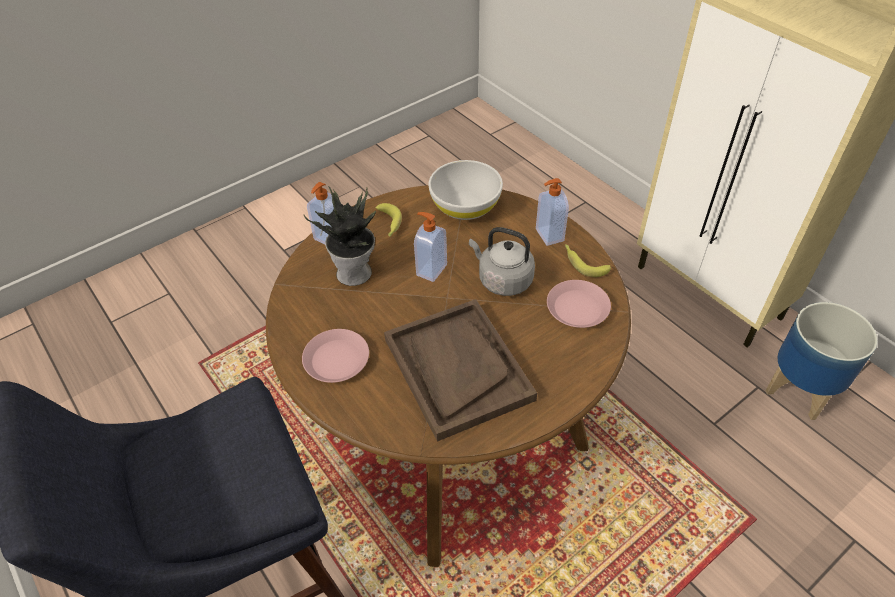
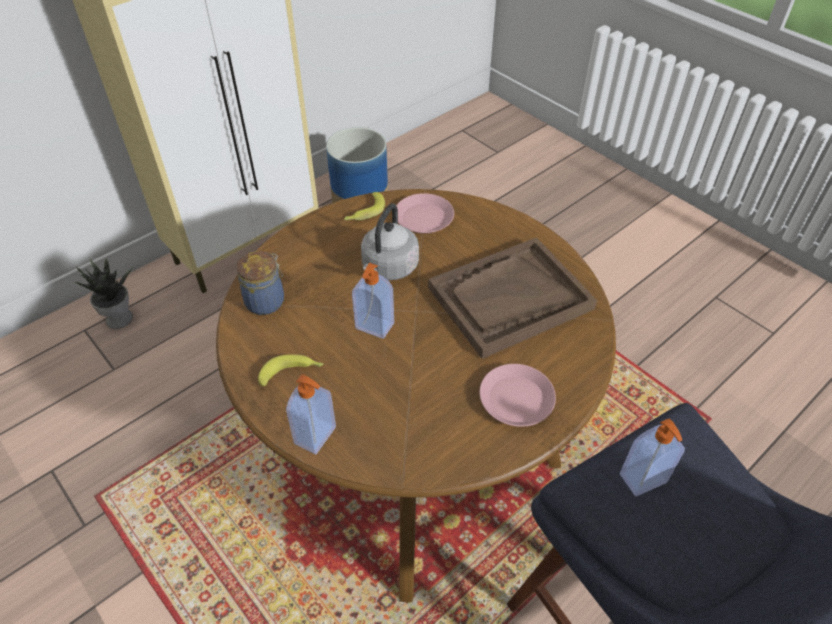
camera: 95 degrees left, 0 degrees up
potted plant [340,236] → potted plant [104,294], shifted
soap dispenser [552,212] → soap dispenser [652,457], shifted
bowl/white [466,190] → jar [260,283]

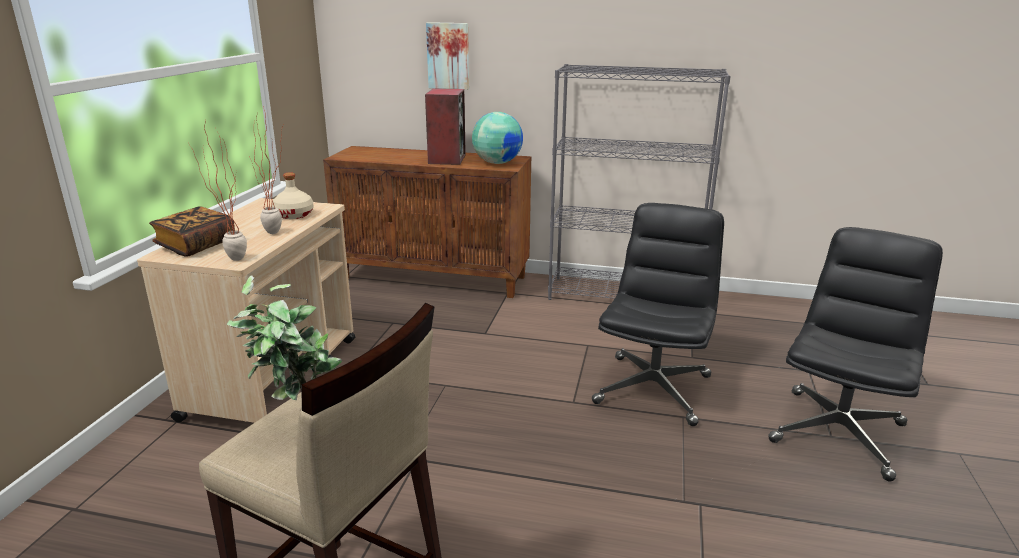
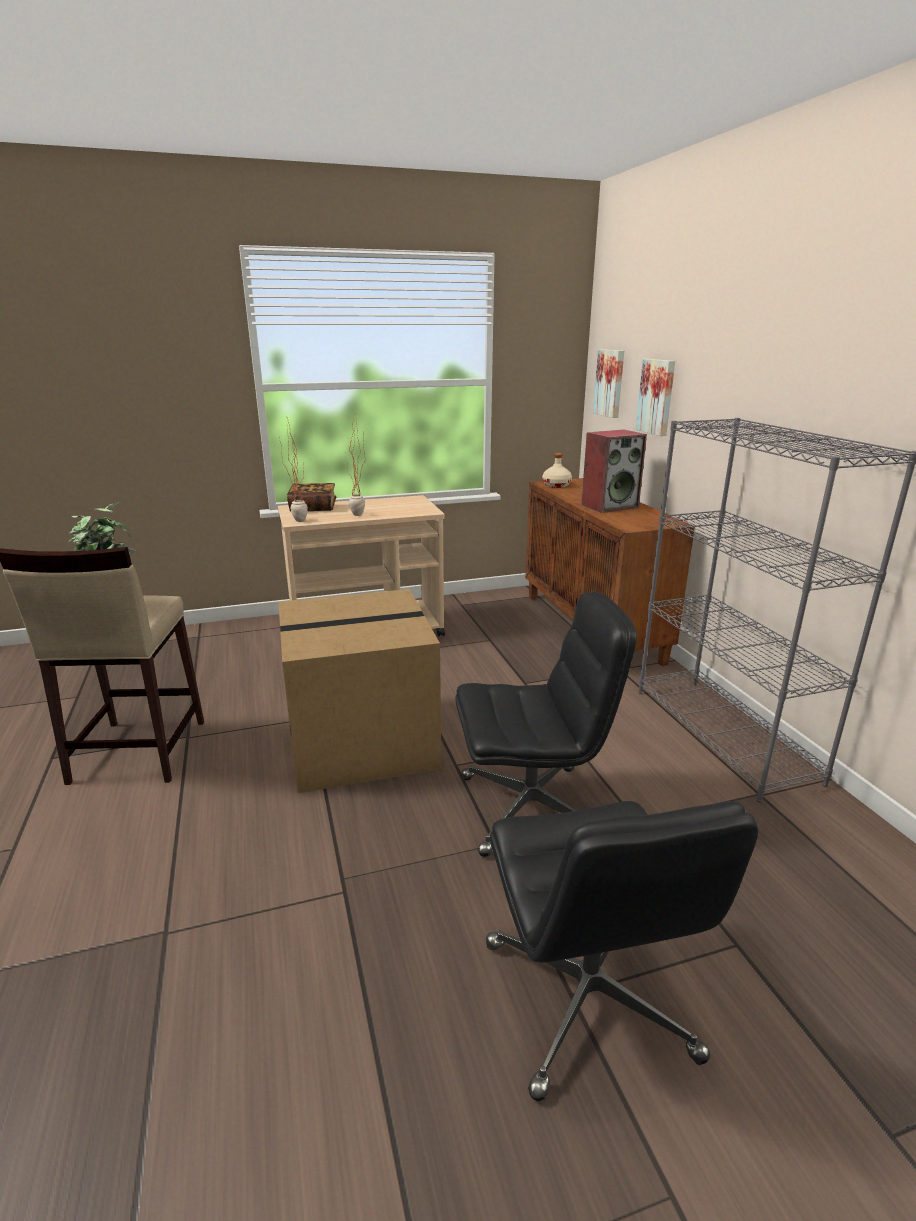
camera: 60 degrees right, 0 degrees up
globe [497,138] → -
- → cardboard box [360,691]
- → picture [608,383]
bottle/beige [293,195] → bottle/beige [557,470], shifted
office chair/black [855,354] → office chair/black [622,951], 75 degrees clockwise

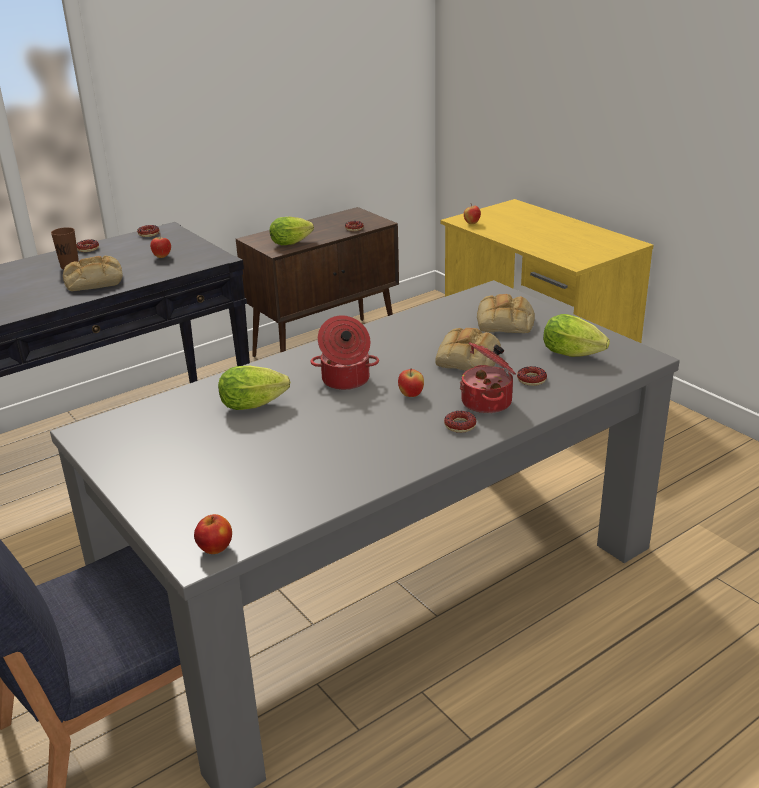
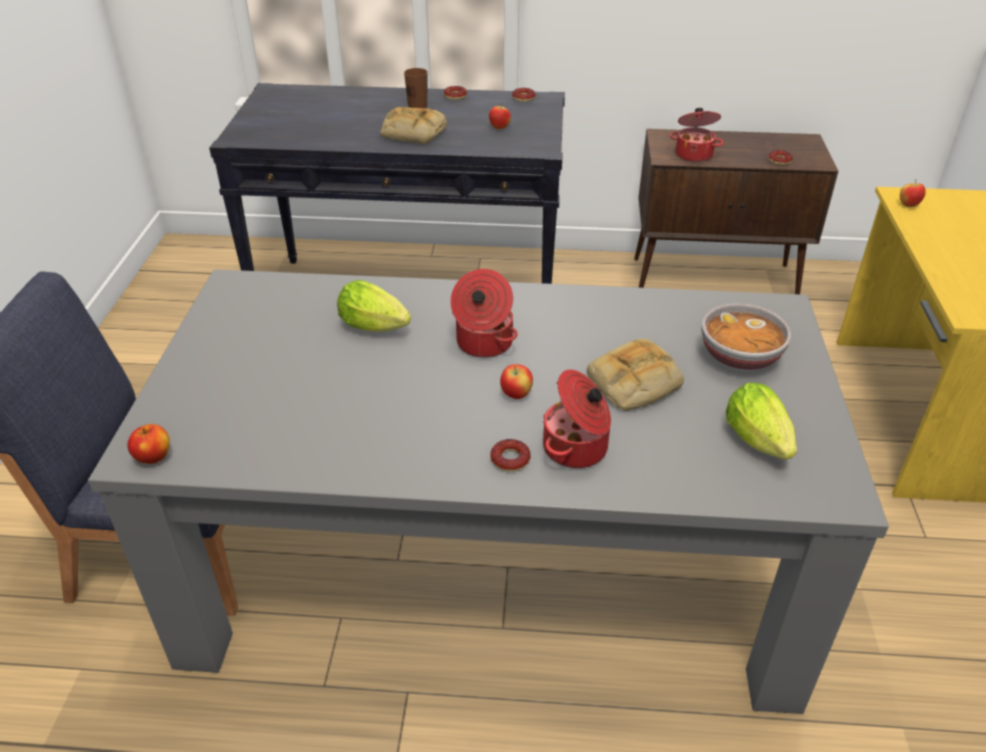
camera: 40 degrees right, 10 degrees up
donut [532,376] → -
lettuce [292,231] → cooking pot [697,135]
bread [506,313] → bowl [746,337]

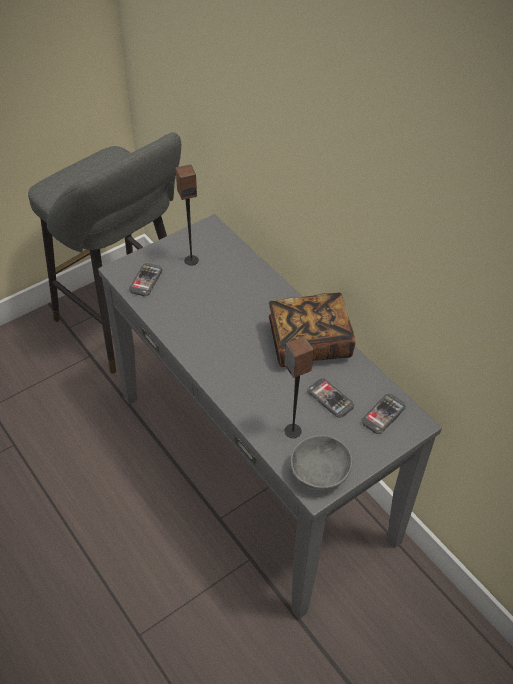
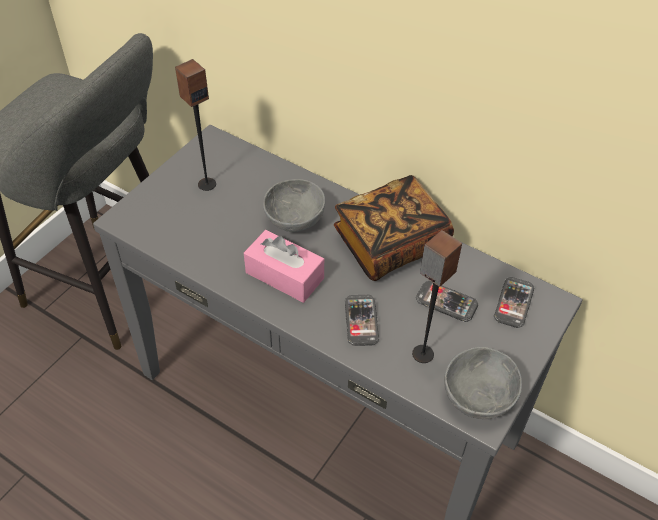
camera: 20 degrees left, 0 degrees up
- → tissue box/pink [284,266]
- → bowl/grey [294,205]
phone [146,279] → phone [362,320], shifted

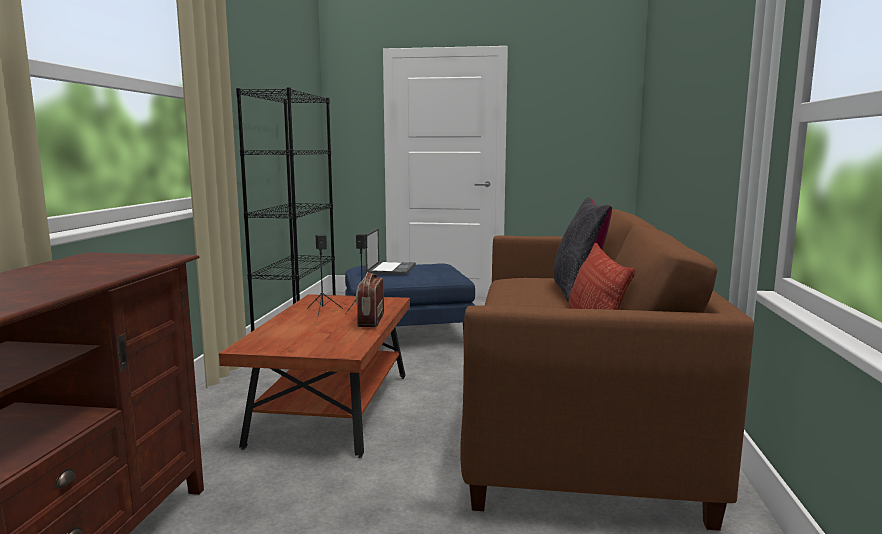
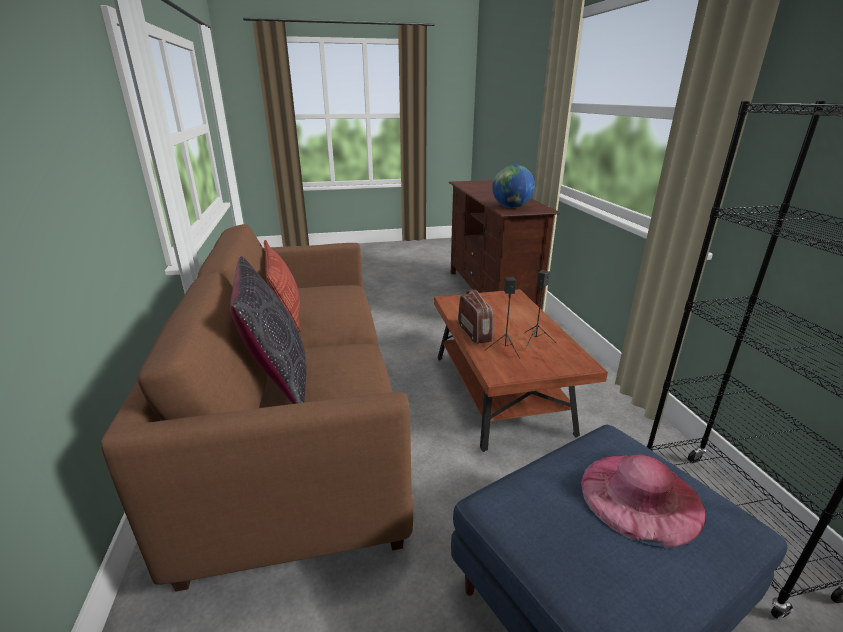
camera: 160 degrees right, 15 degrees up
- → globe [513,186]
laptop [390,251] → hat/pink [643,501]

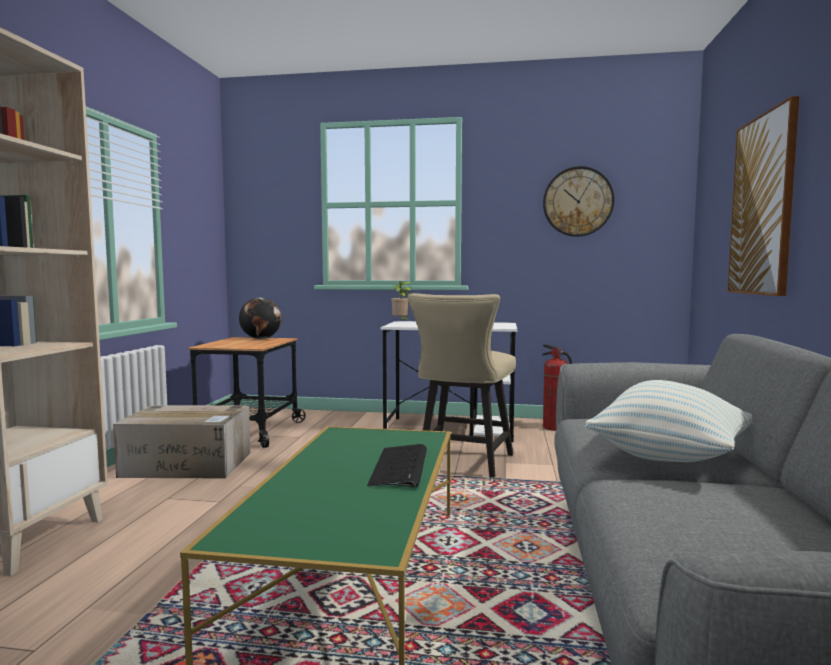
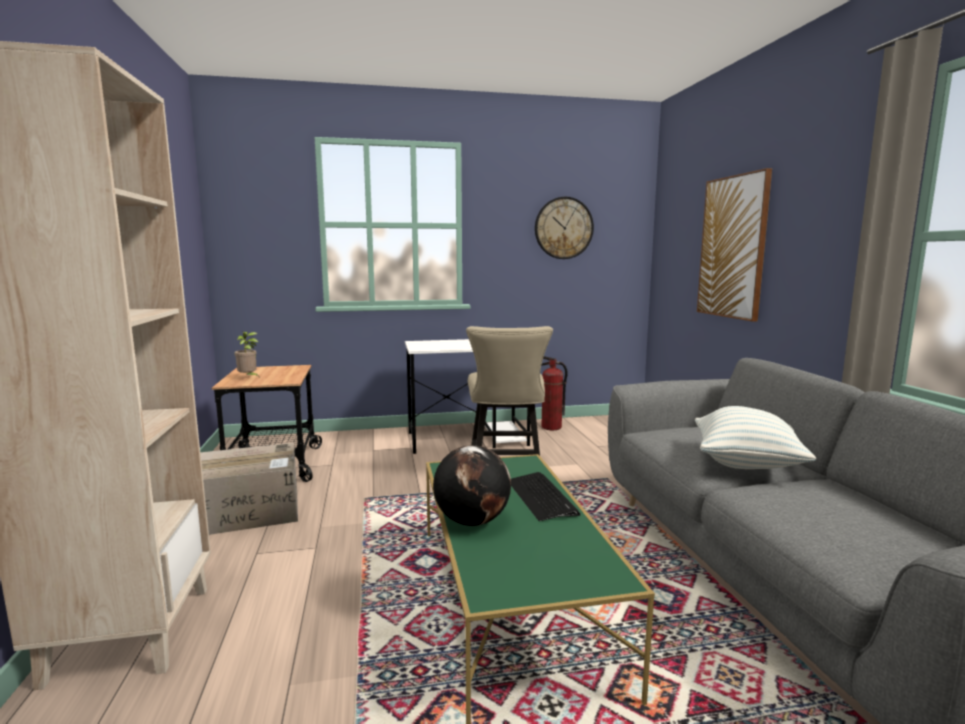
camera: 20 degrees left, 5 degrees up
globe [260,318] → globe [472,485], shifted
potted plant [401,300] → potted plant [247,355], shifted

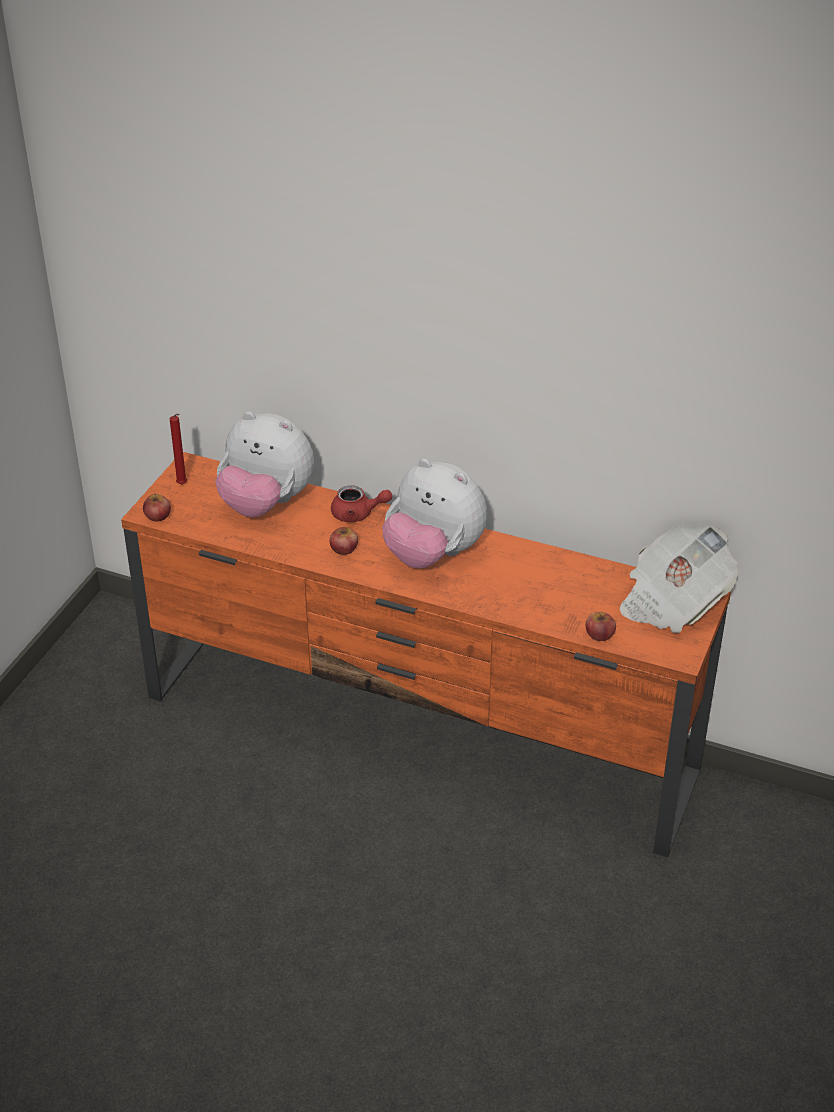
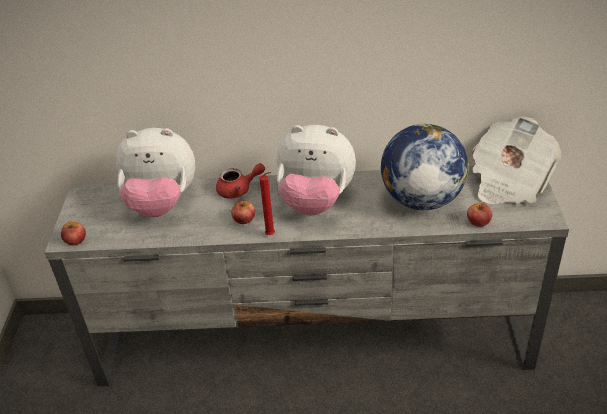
camera: 20 degrees left, 0 degrees up
- → globe [425,167]
candle/red [178,449] → candle/red [267,203], shifted
tv stand/orange [426,654] → tv stand/grey [306,276]

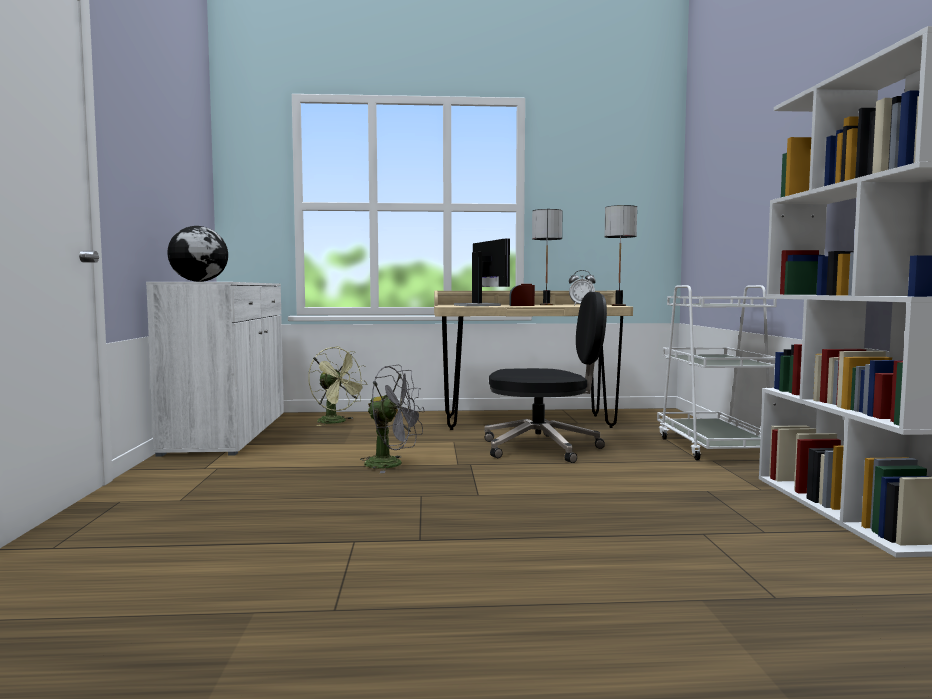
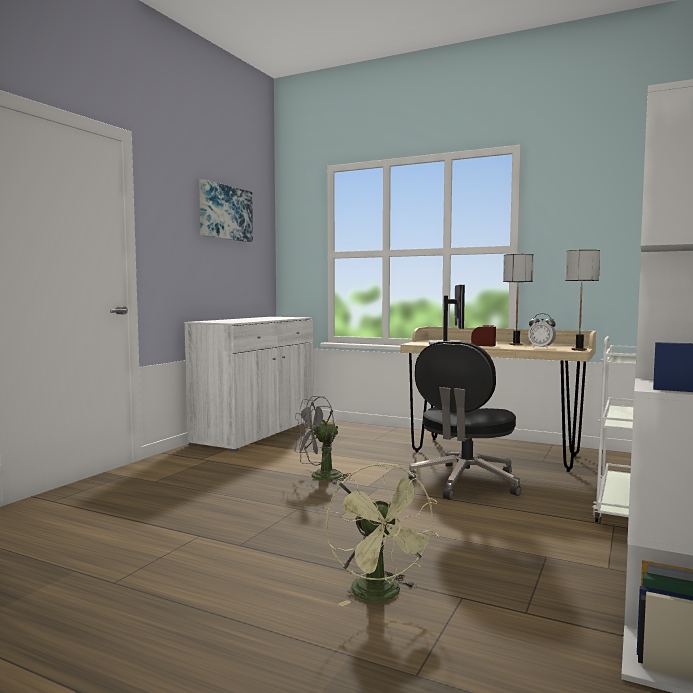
camera: 30 degrees right, 0 degrees up
globe [197,254] → -
- → picture [226,210]
fan/green [338,386] → fan/green [382,534], shifted
fan/grey [392,419] → fan/grey [321,440], 105 degrees clockwise
office chair/black [545,377] → office chair/black [464,420], 90 degrees clockwise

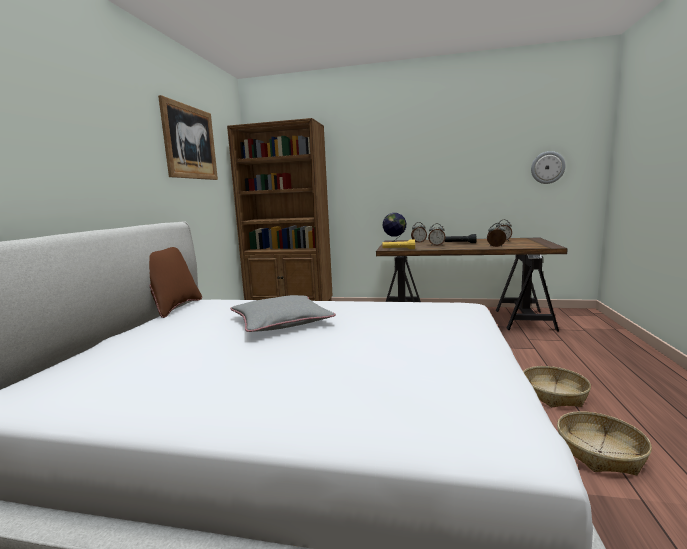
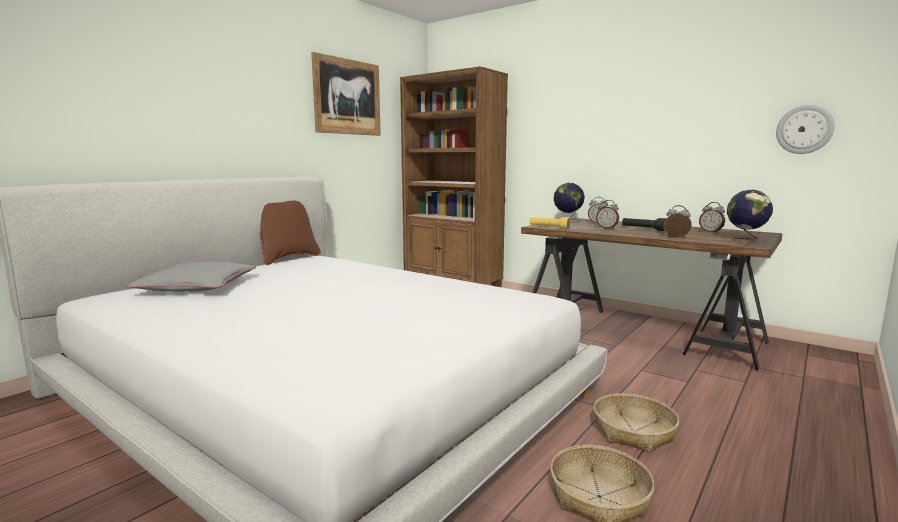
camera: 25 degrees right, 0 degrees up
- → globe [750,216]
pillow/grey [283,313] → pillow/grey [191,277], shifted

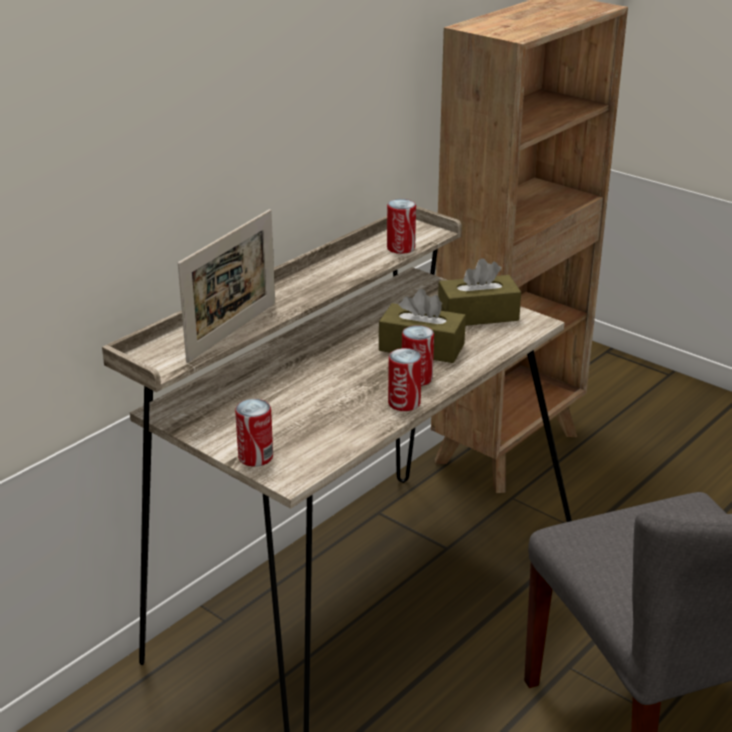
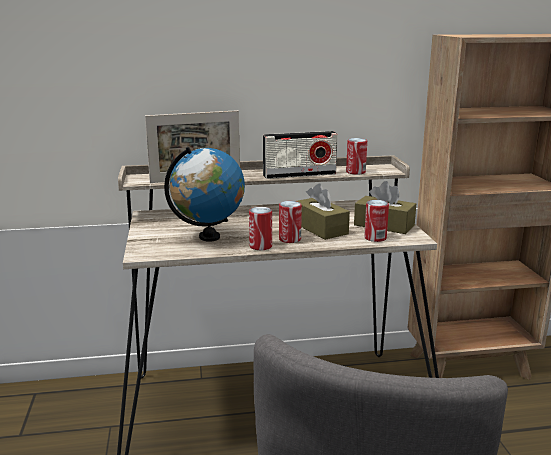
camera: 40 degrees right, 10 degrees down
- → globe [204,194]
- → radio [300,155]
can [254,433] → can [376,221], shifted

